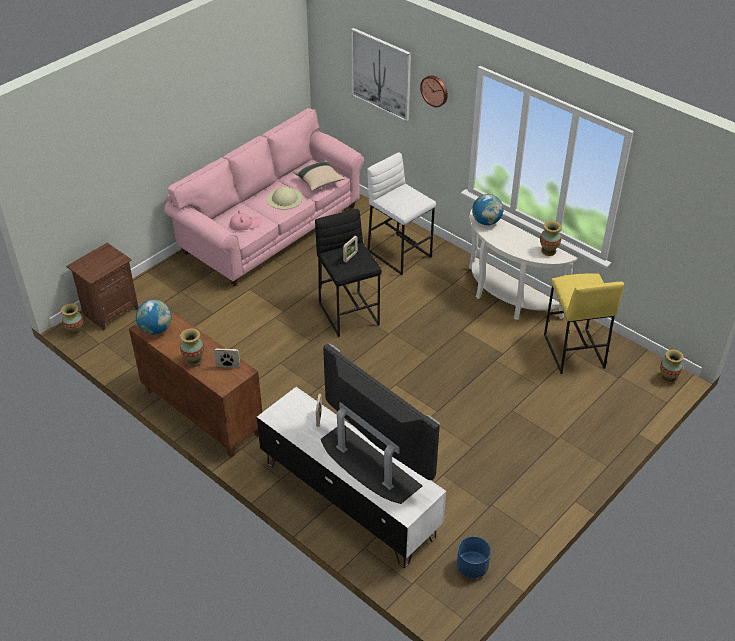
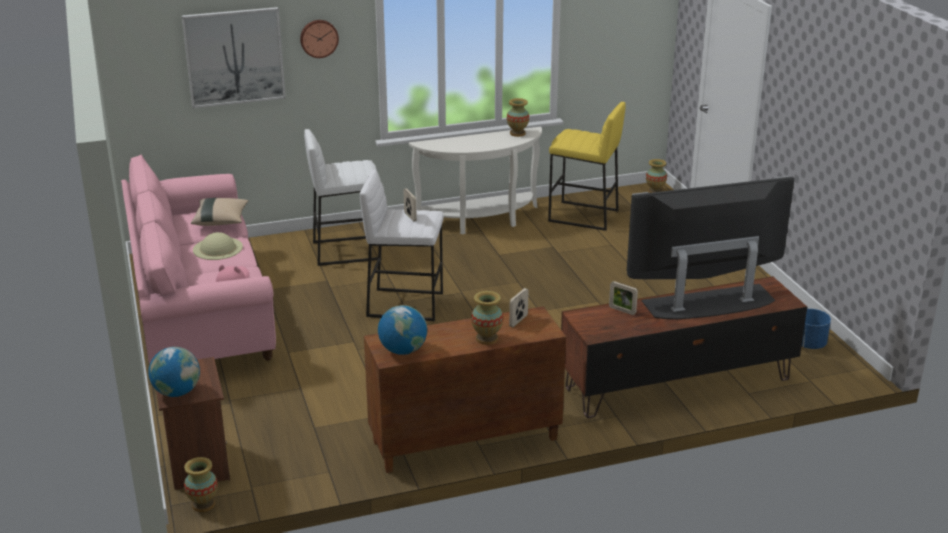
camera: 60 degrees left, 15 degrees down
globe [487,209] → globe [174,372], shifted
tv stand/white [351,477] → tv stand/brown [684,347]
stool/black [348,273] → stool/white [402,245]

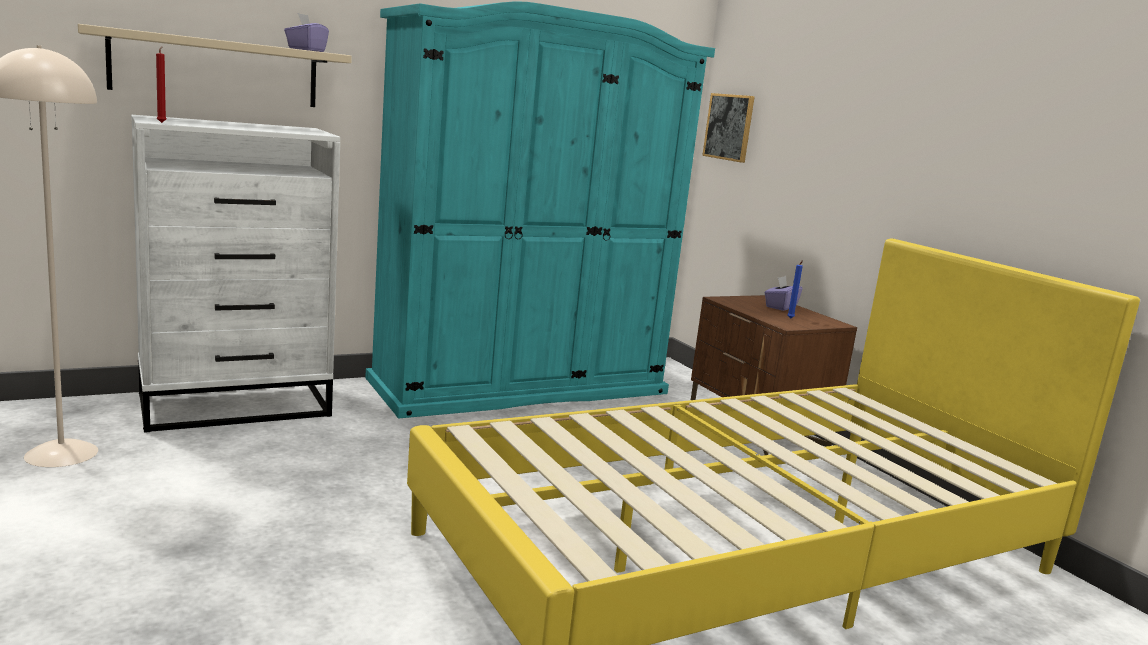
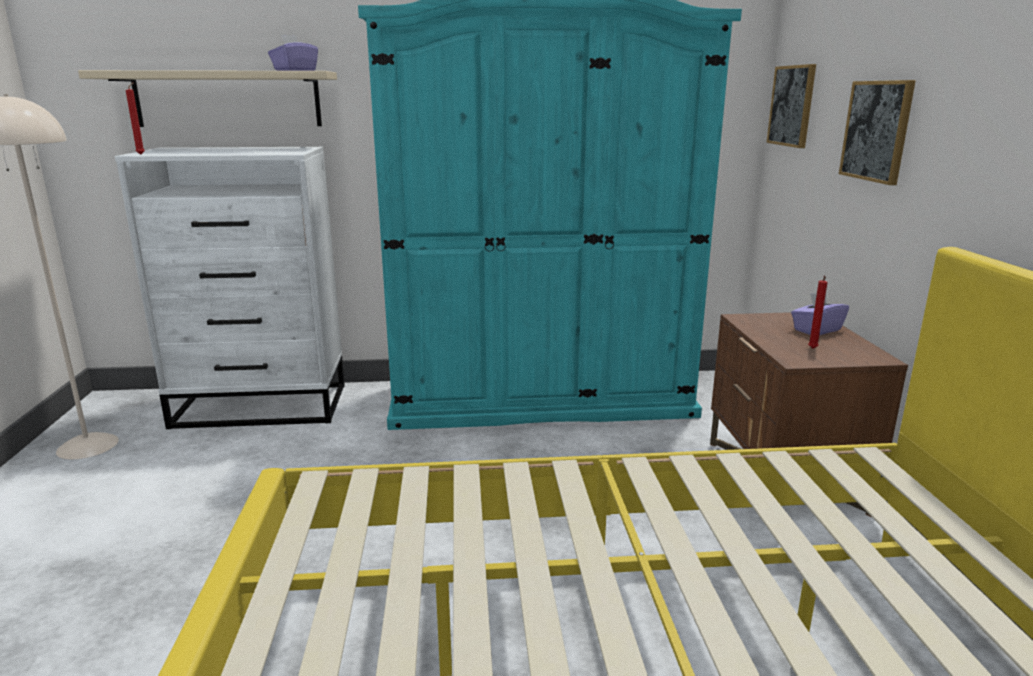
camera: 25 degrees right, 5 degrees up
- → picture [877,132]
candle/blue [795,289] → candle/red [817,312]

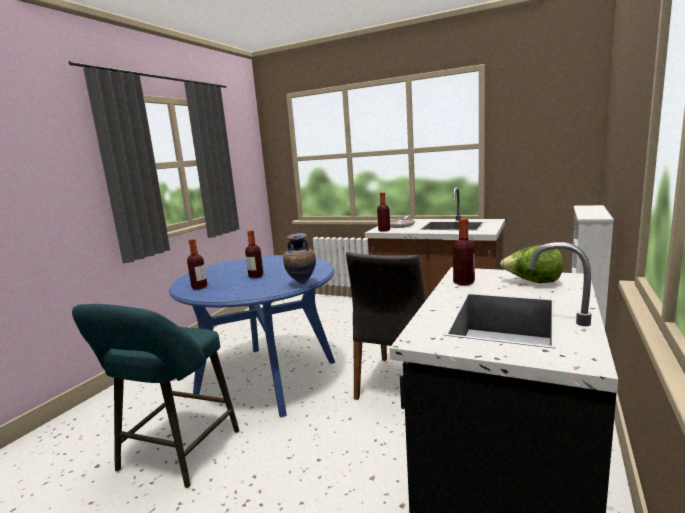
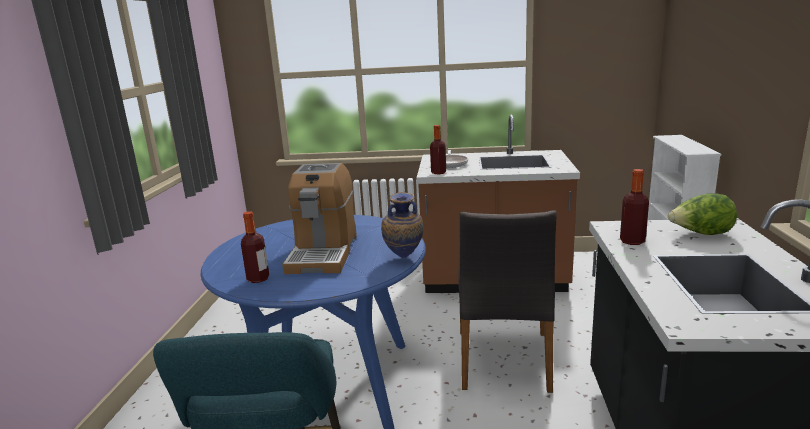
camera: 20 degrees left, 5 degrees up
bottle [254,254] → coffee machine [319,218]

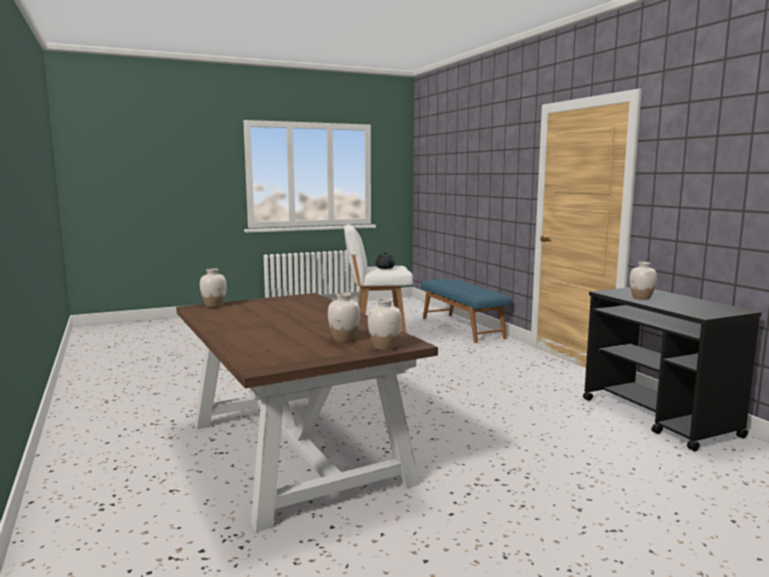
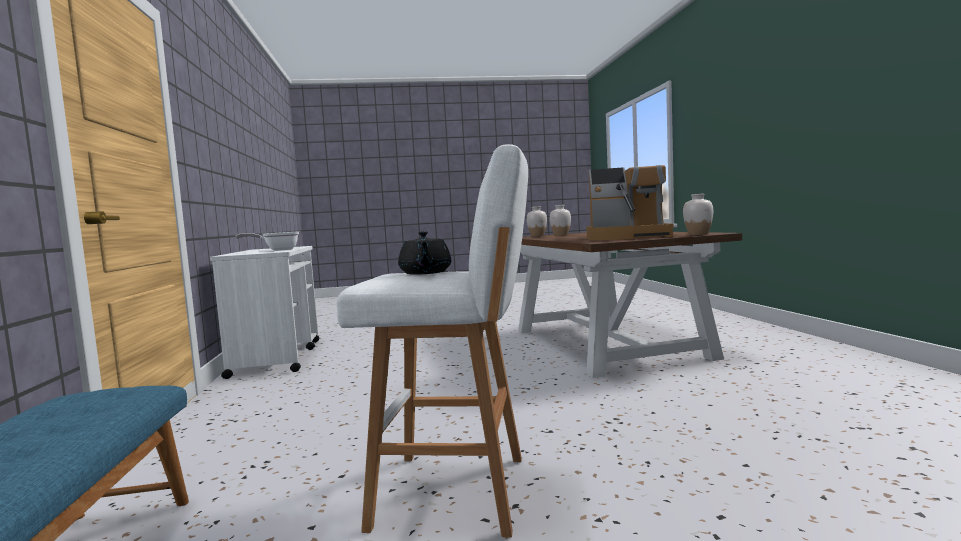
camera: 165 degrees left, 5 degrees down
- → coffee machine [630,202]
vase/white [643,281] → frying pan [267,241]
cart/black [672,369] → cart/white [265,312]

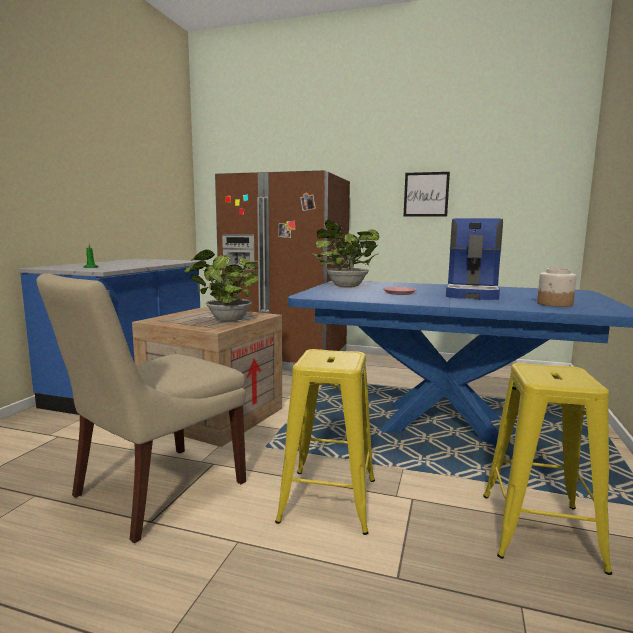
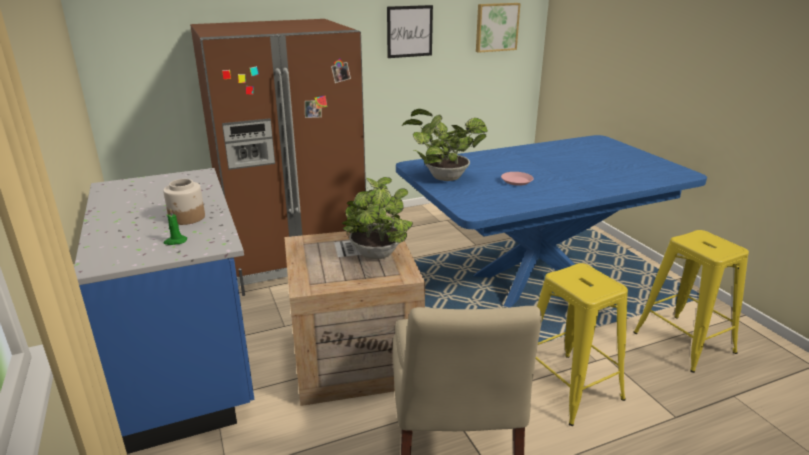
camera: 40 degrees left, 15 degrees up
coffee machine [474,259] → -
- → picture [498,28]
jar [557,287] → jar [184,202], shifted

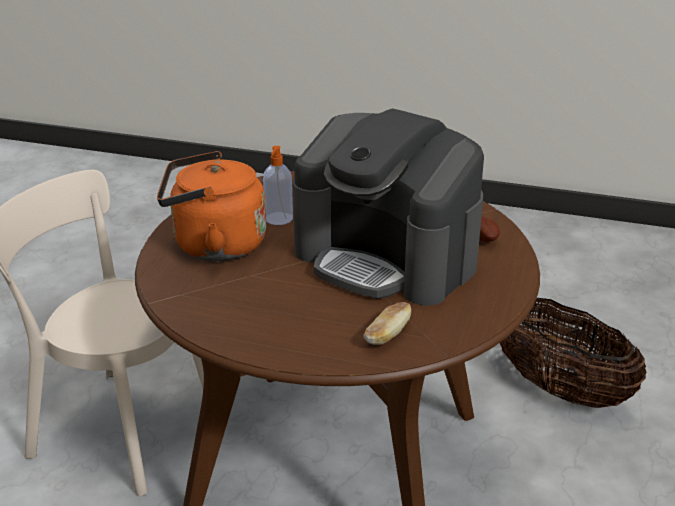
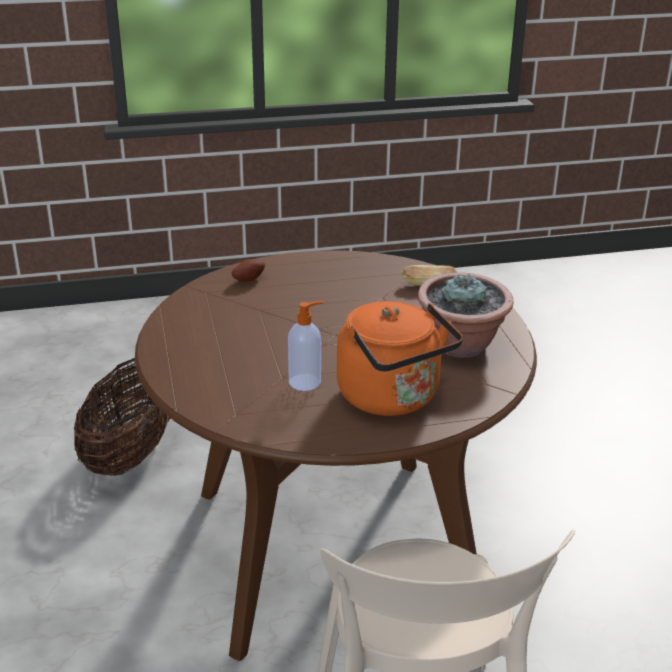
camera: 120 degrees left, 0 degrees up
coffee machine [388,207] → -
- → potted plant [465,315]

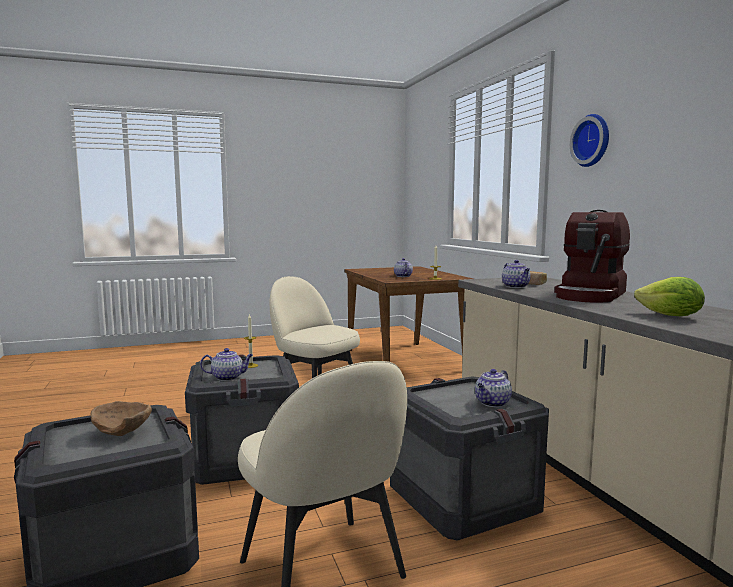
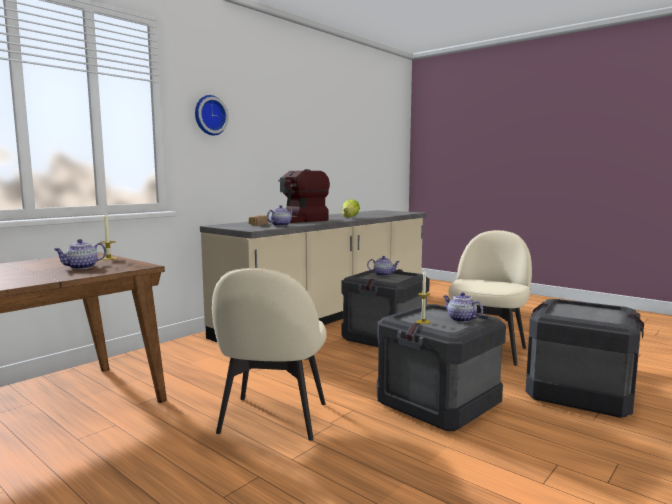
camera: 120 degrees left, 0 degrees up
bowl/brown [121,418] → -
coffee machine [592,256] → coffee machine [304,196], 135 degrees clockwise

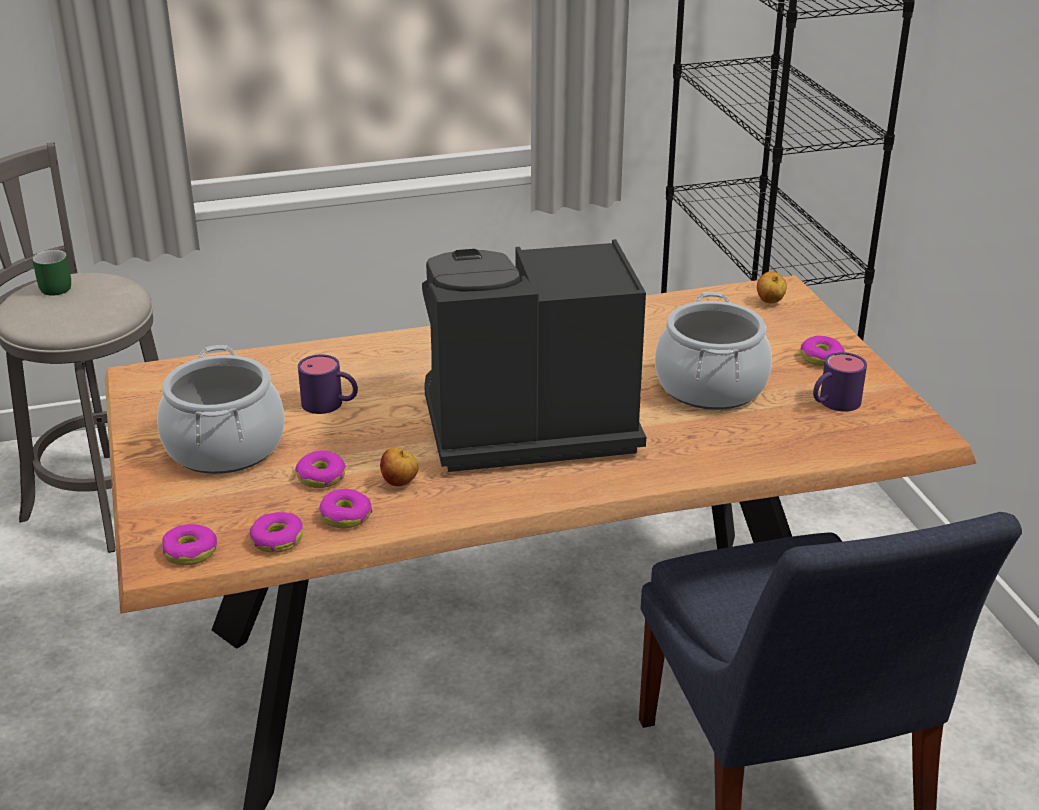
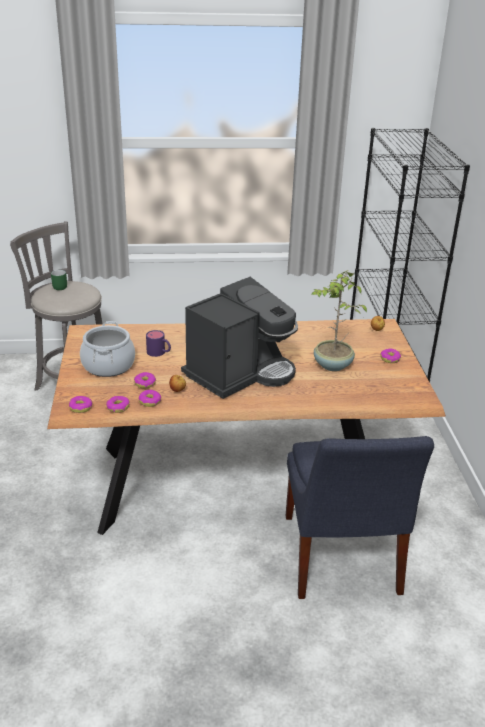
camera: 10 degrees right, 0 degrees up
mug/purple [840,382] → -
cooking pot [713,351] → potted plant [339,320]
coffee machine [534,355] → coffee machine [239,338], 135 degrees clockwise

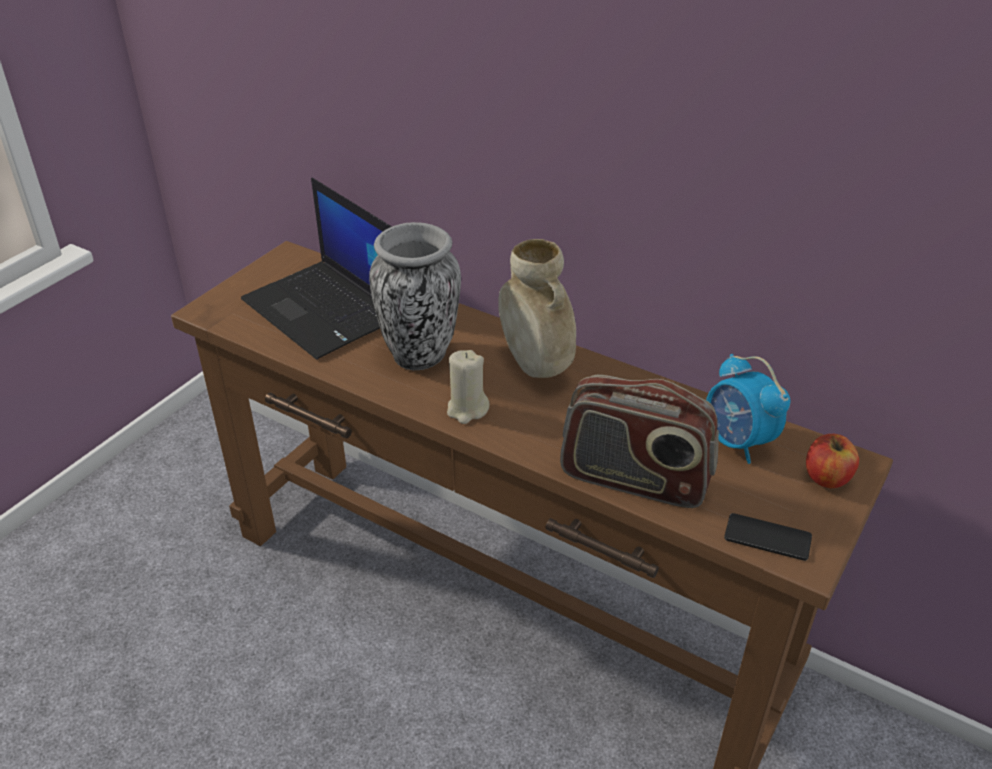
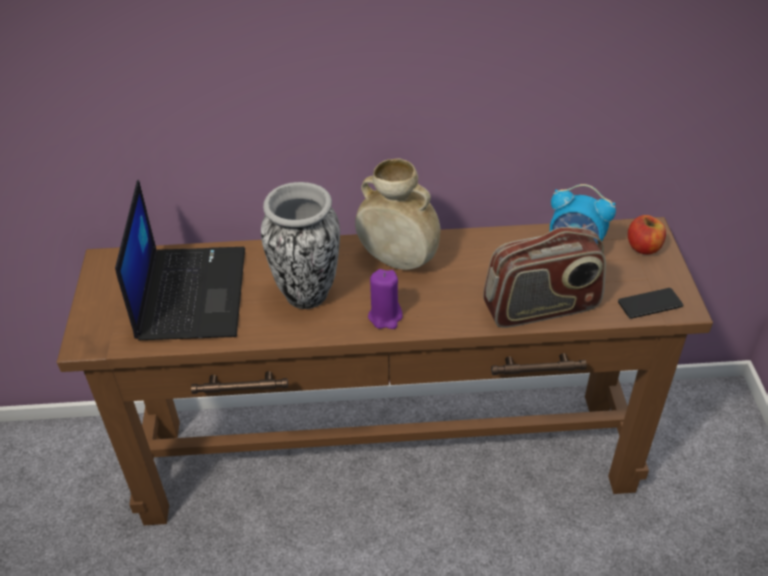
camera: 35 degrees left, 5 degrees up
candle/beige [468,387] → candle/purple [385,299]
laptop [316,269] → laptop [180,260], 105 degrees counterclockwise

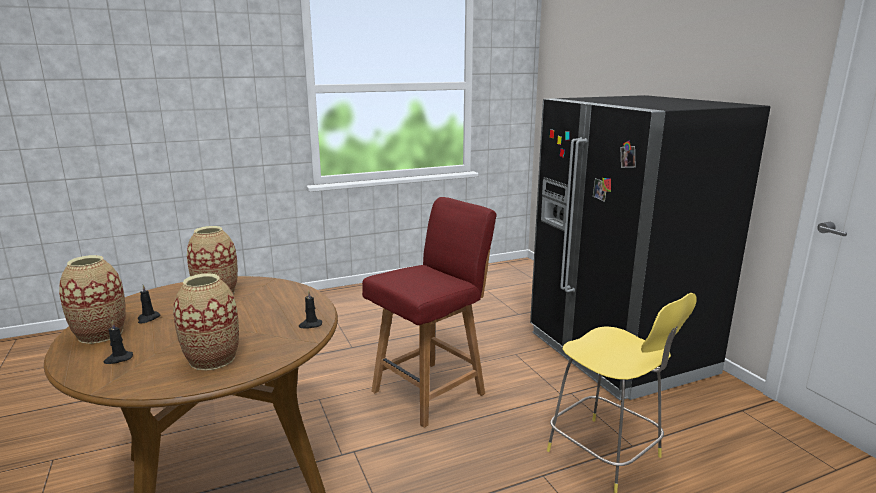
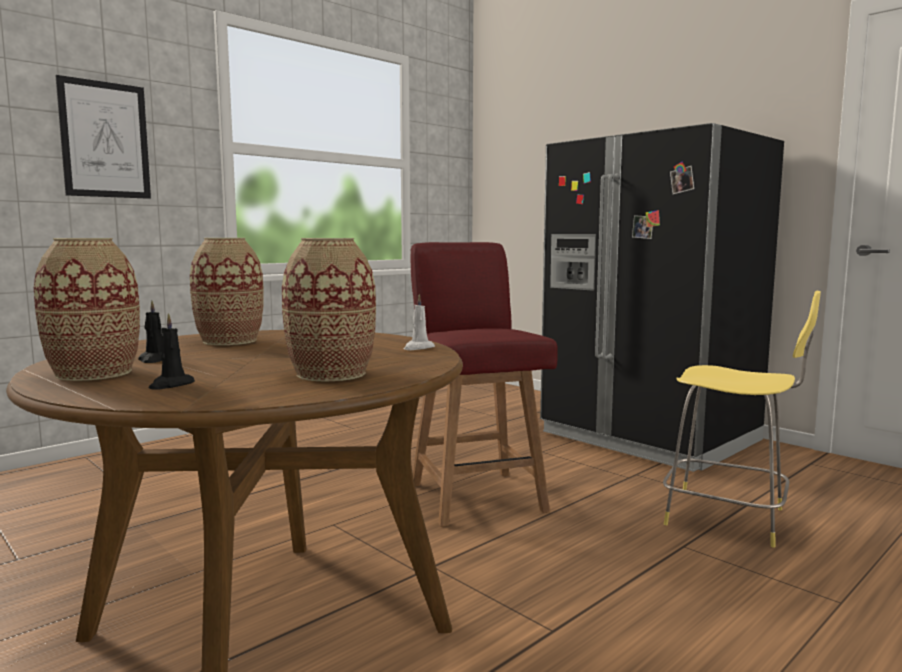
camera: 20 degrees left, 10 degrees down
- → picture [103,137]
candle/black [310,309] → candle/white [419,322]
chair/red [429,312] → chair/red [484,384], 45 degrees counterclockwise

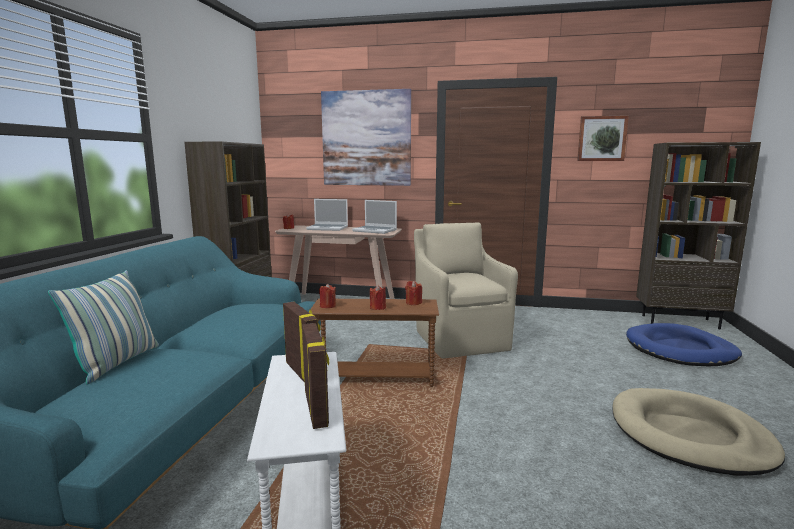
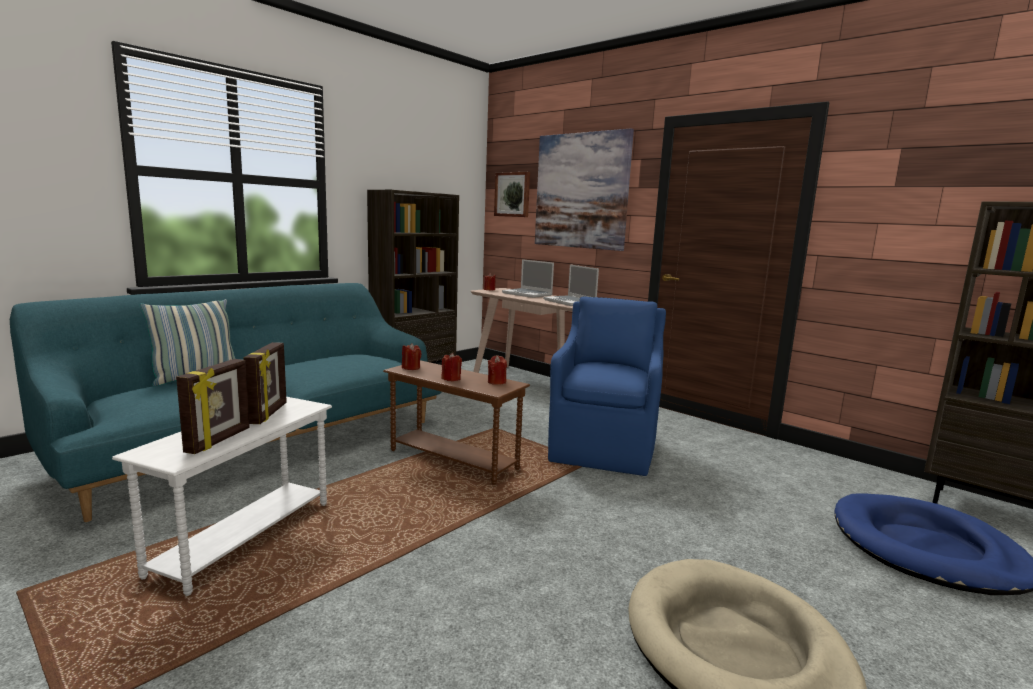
camera: 30 degrees right, 0 degrees up
picture [603,138] → picture [512,194], shifted
armchair/beige [466,290] → armchair/blue [607,386]

